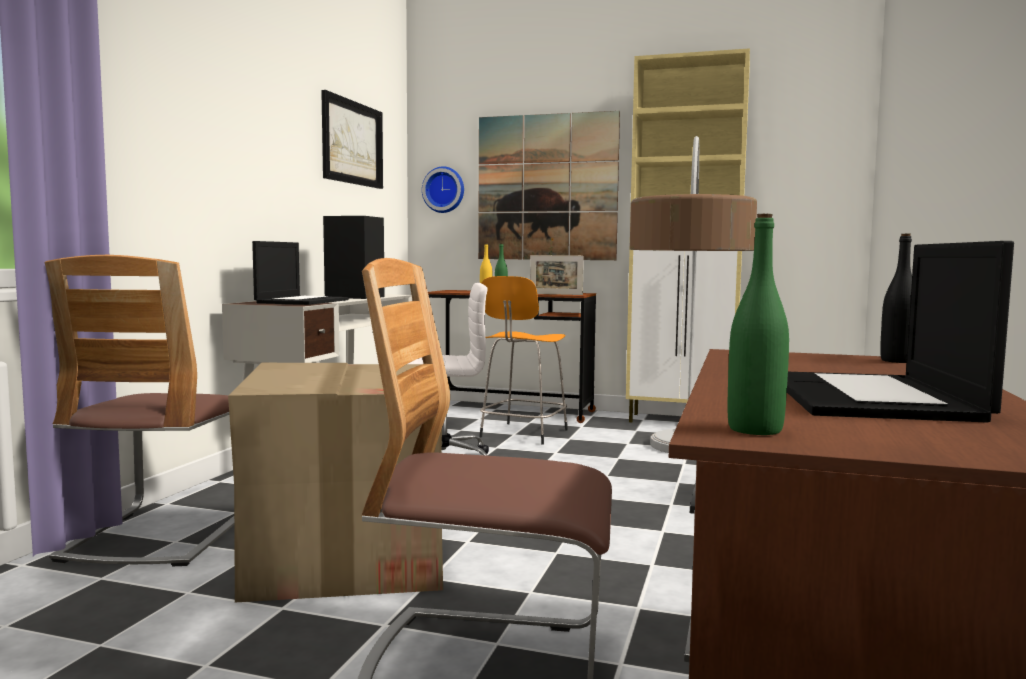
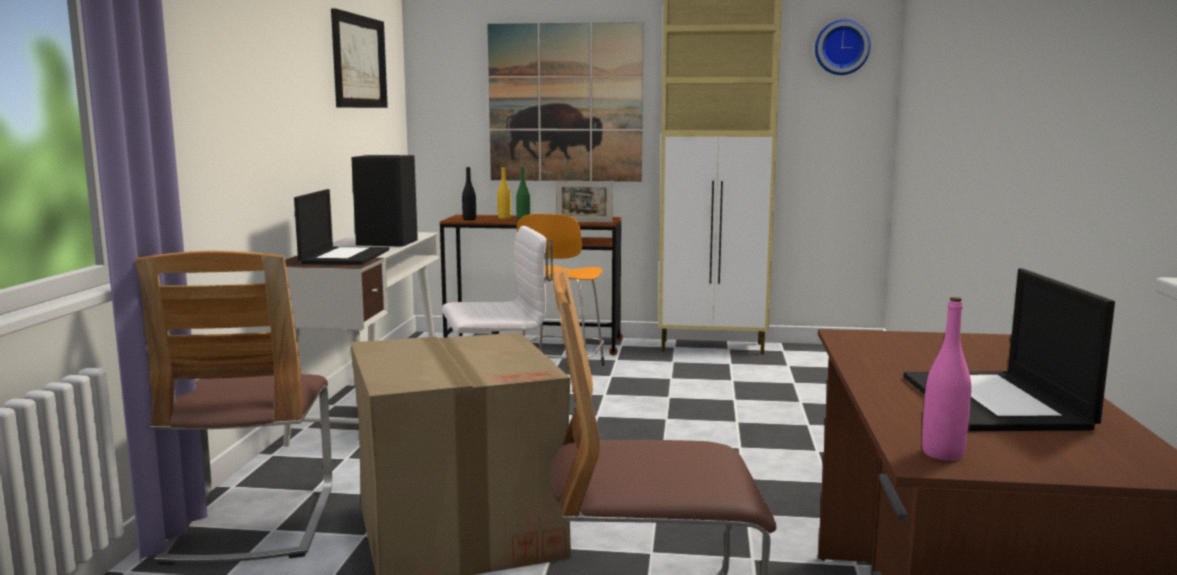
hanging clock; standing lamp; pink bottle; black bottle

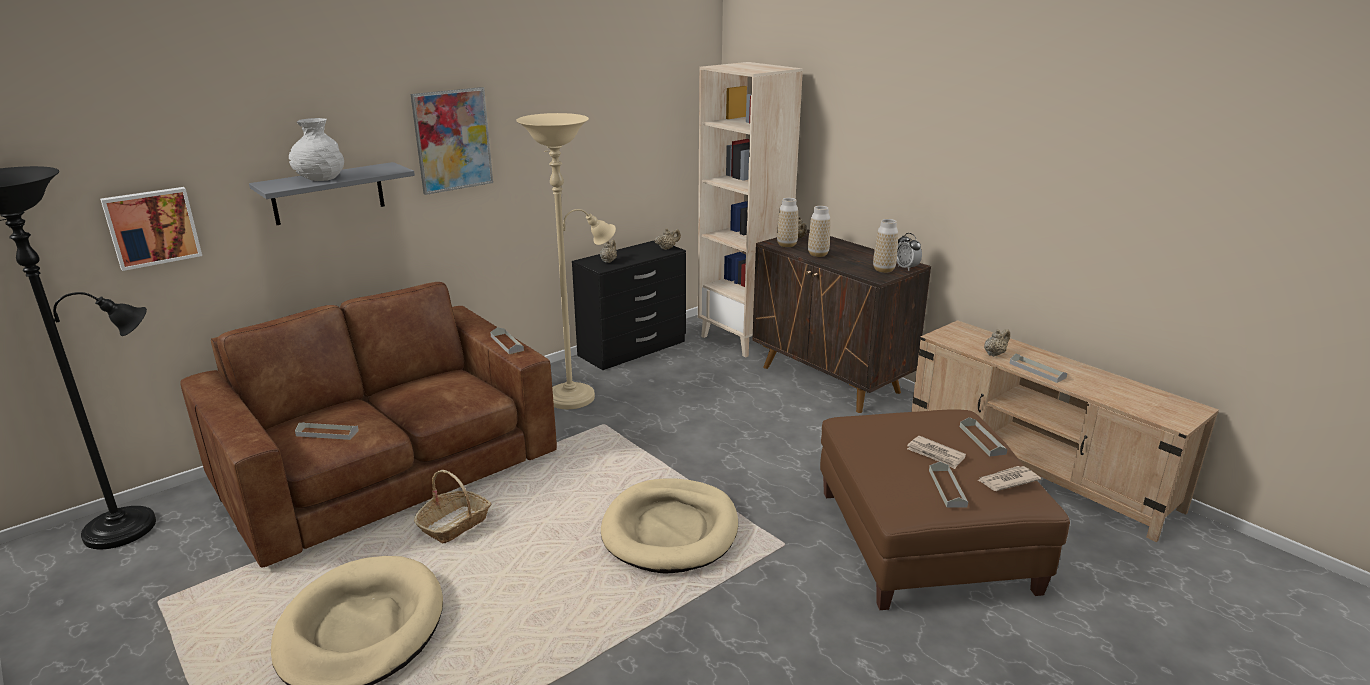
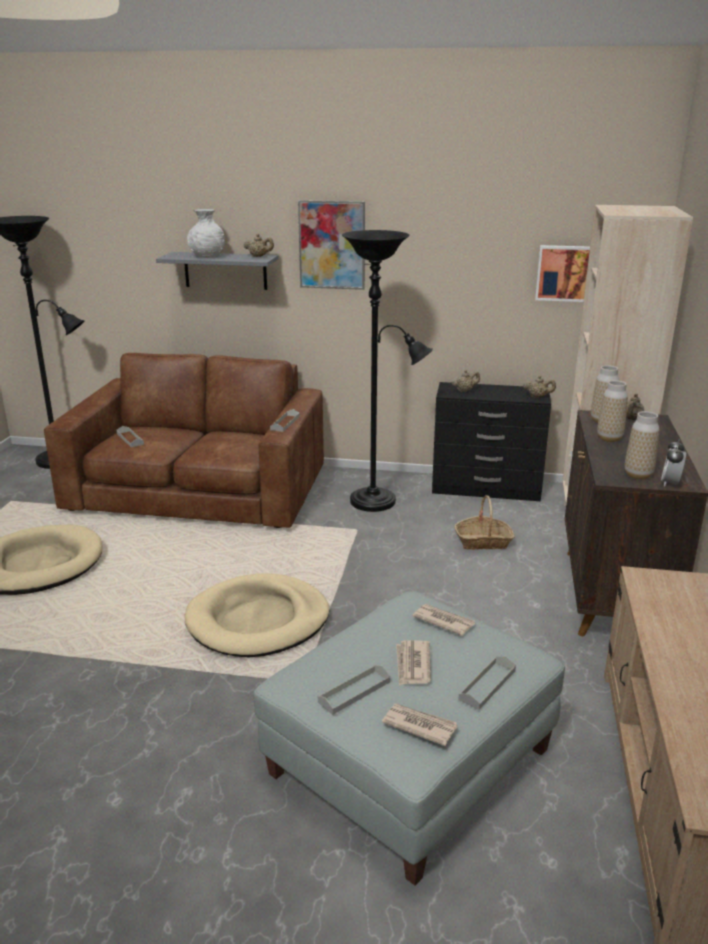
picture (no. 2 from left); household basket; black standing lamp (no. 2 from left); greyish footrest; sand-coloured teapot (no. 1 from left); greyish carrying tray (no. 5 from left in the first image); daily paper (no. 3 from left)

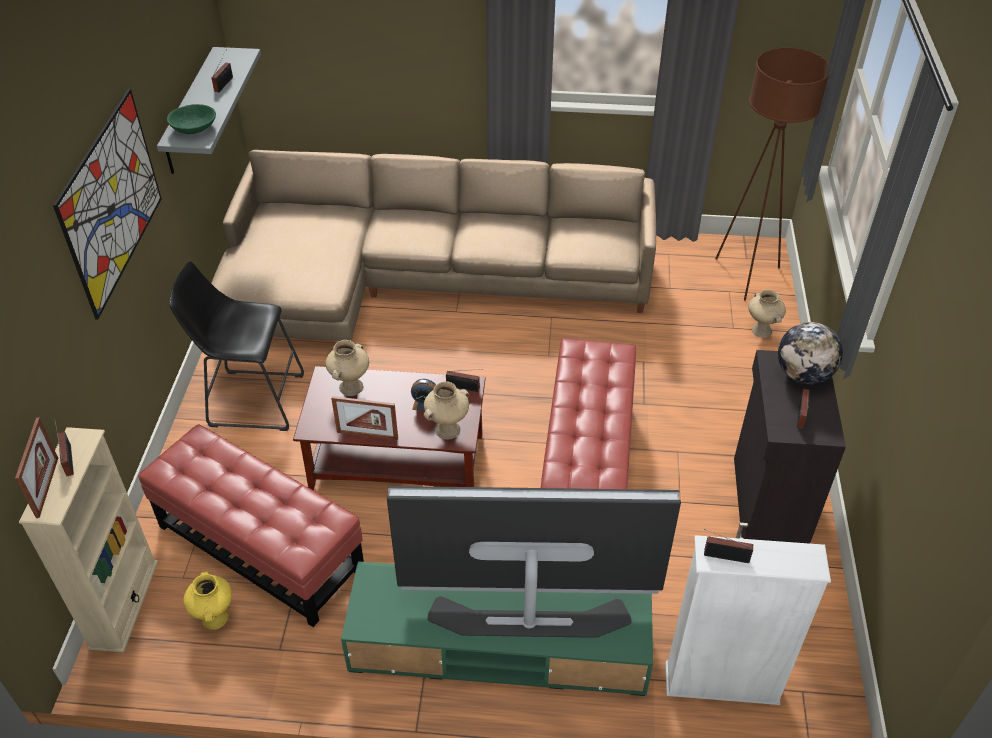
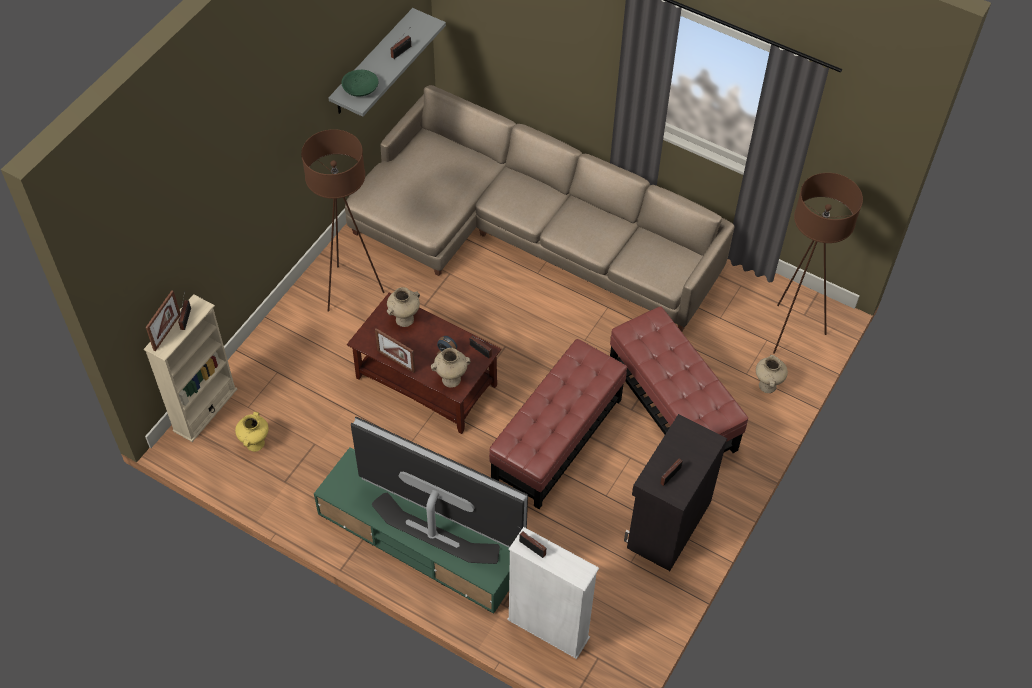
picture; red-coloured footrest (no. 2 from left); brown-coloured standing lamp (no. 1 from left); globe

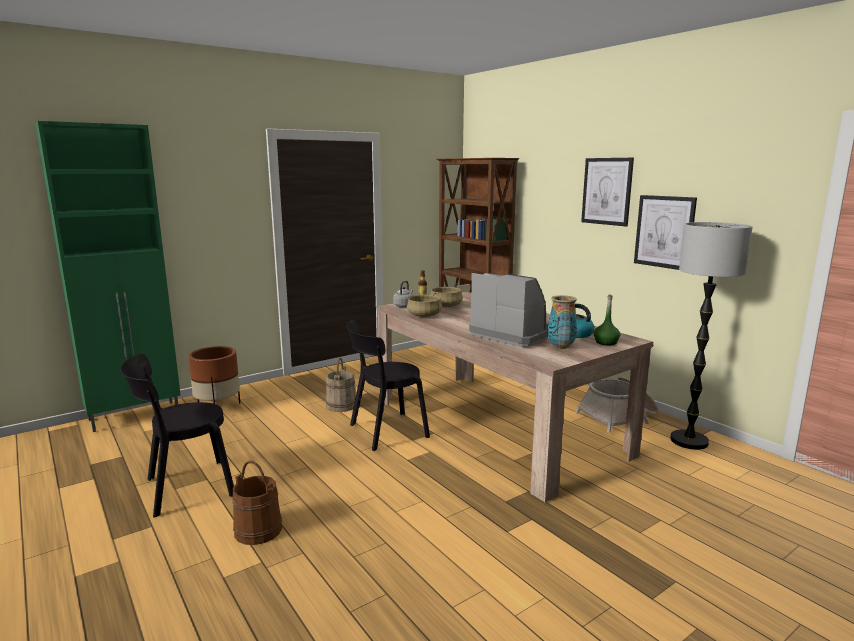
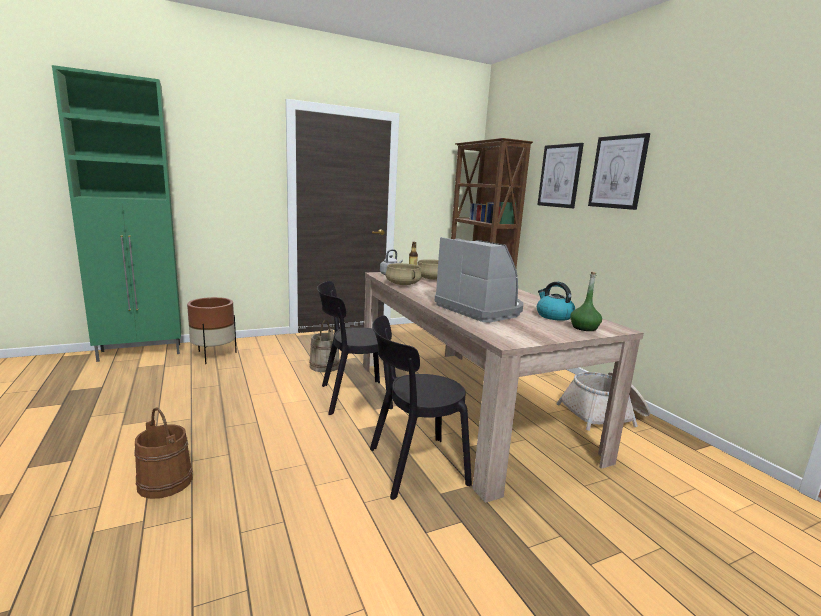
black chair (no. 2 from left); vase; picture (no. 1 from left); standing lamp

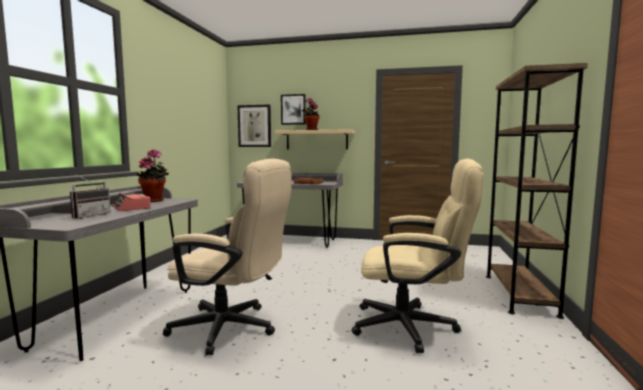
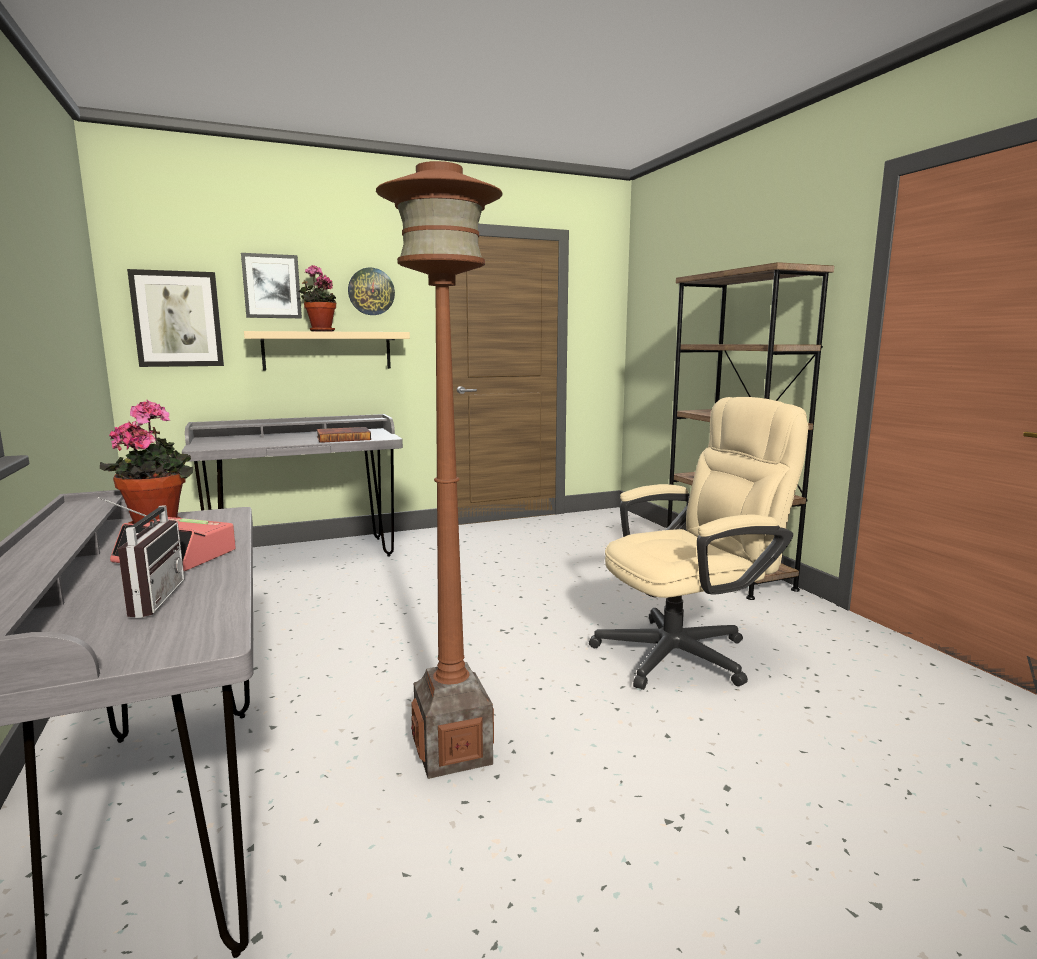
brown-coloured standing lamp; hanging clock

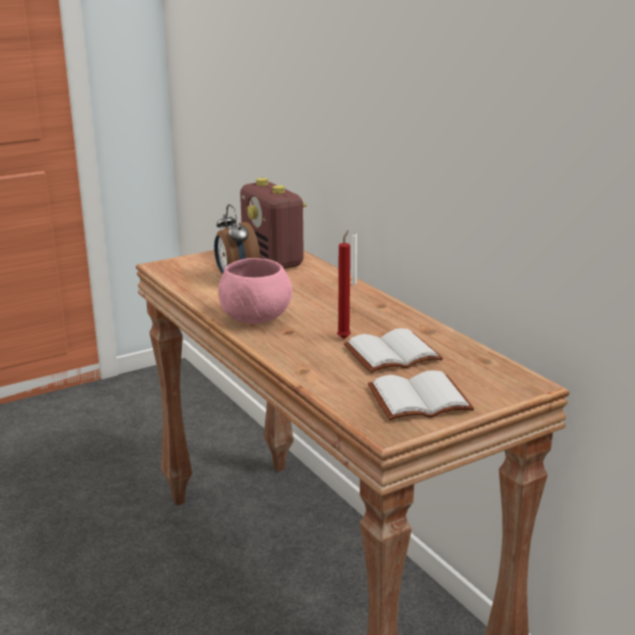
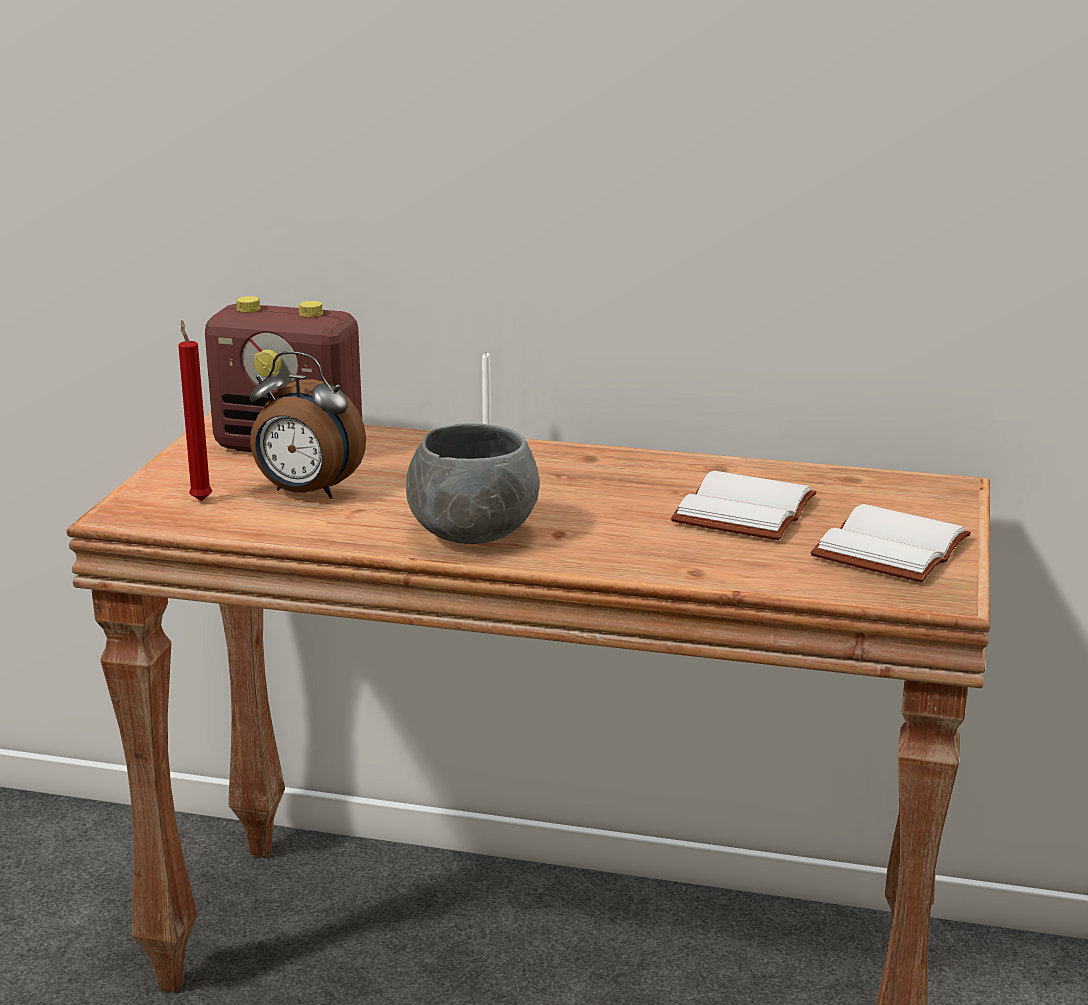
greyish bowl; red-coloured candle

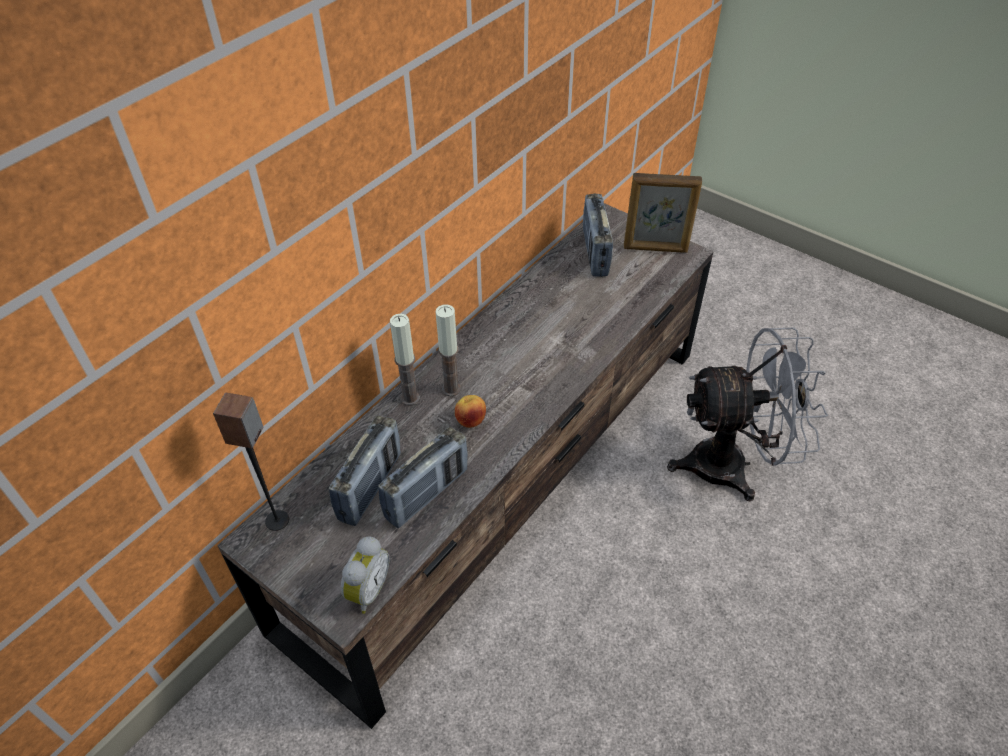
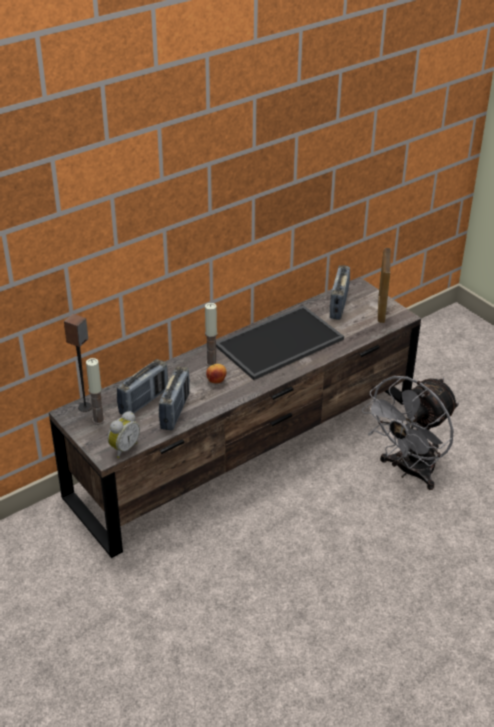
radio receiver (no. 2 from left); candle (no. 1 from left); photo frame; greyish electric fan; carrying tray

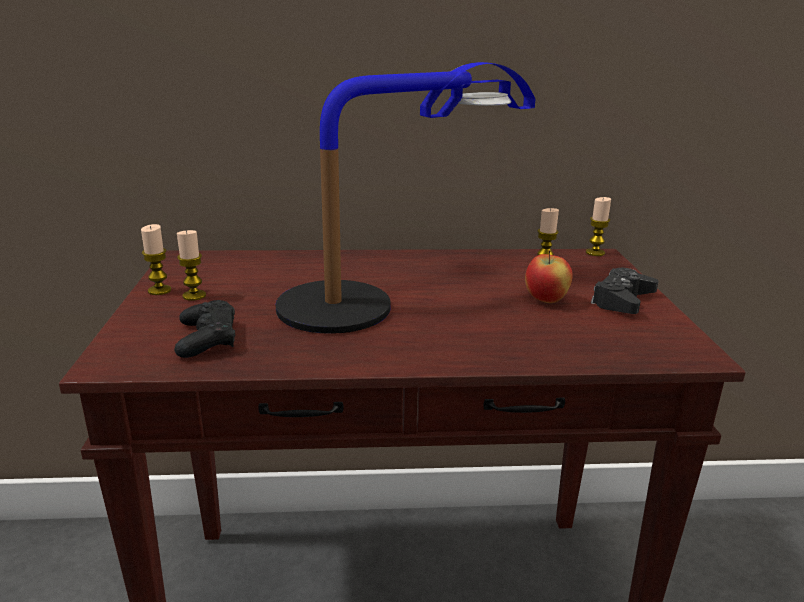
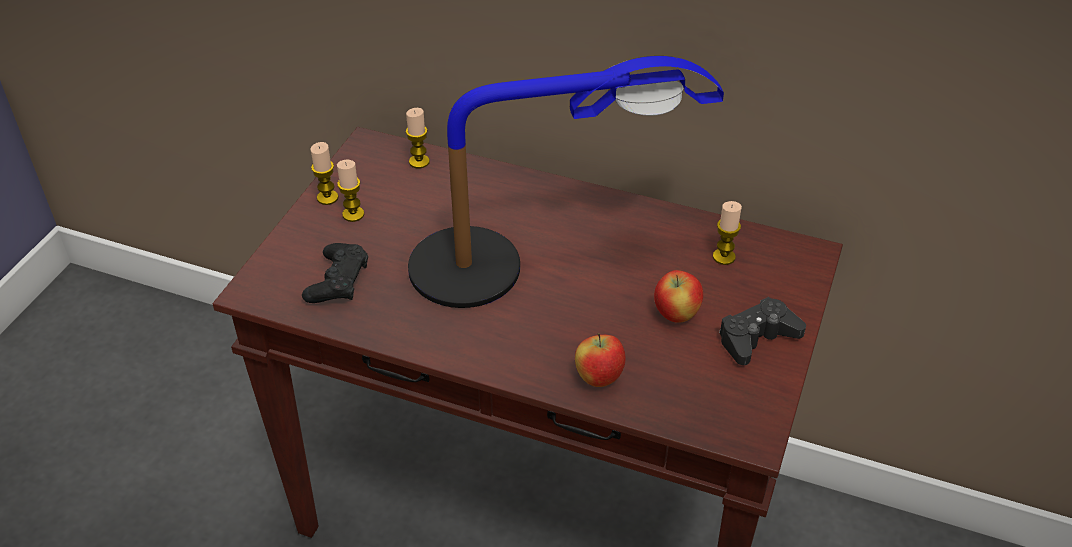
candle (no. 3 from left); whole apple (no. 1 from left)

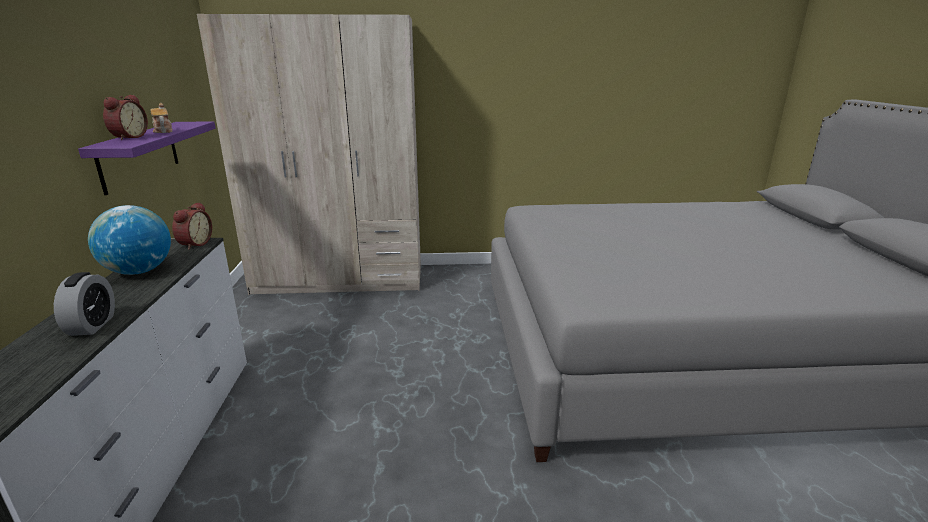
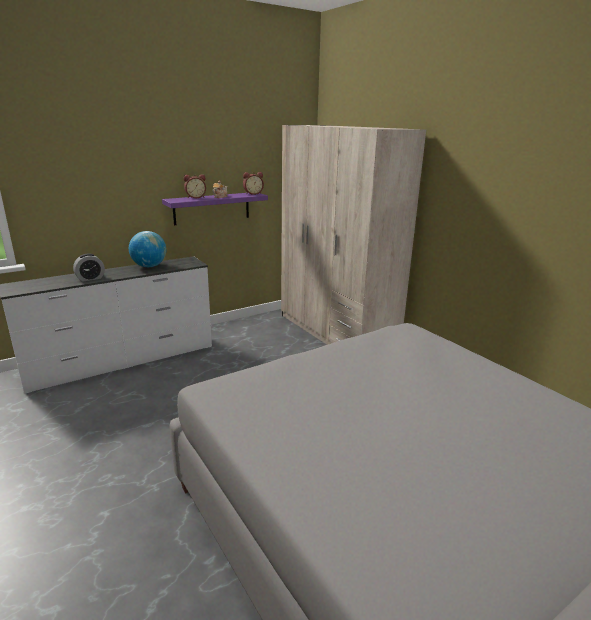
bedside clock (no. 3 from left)

